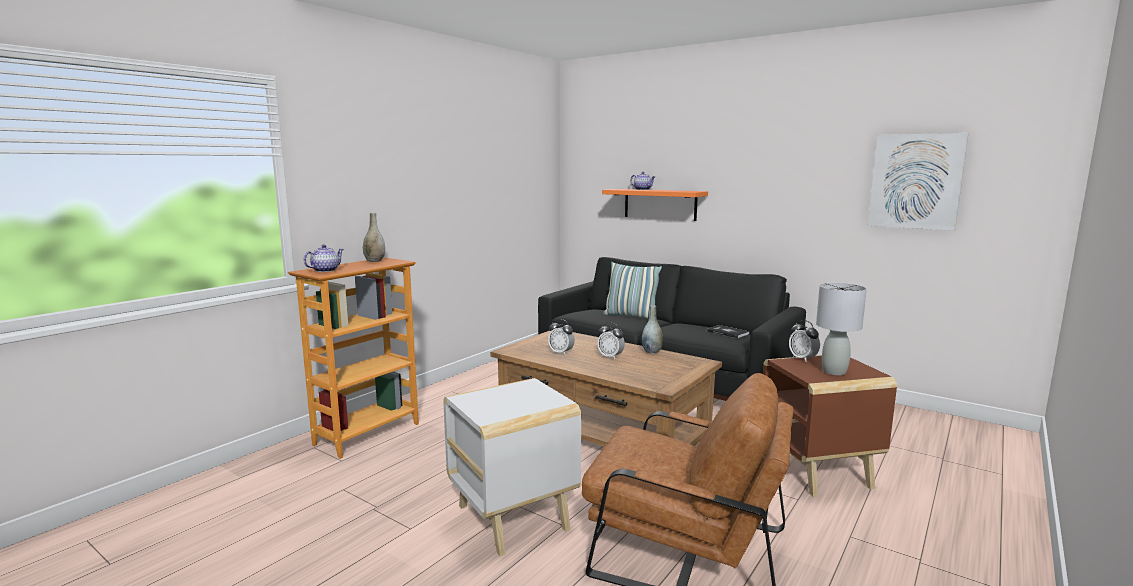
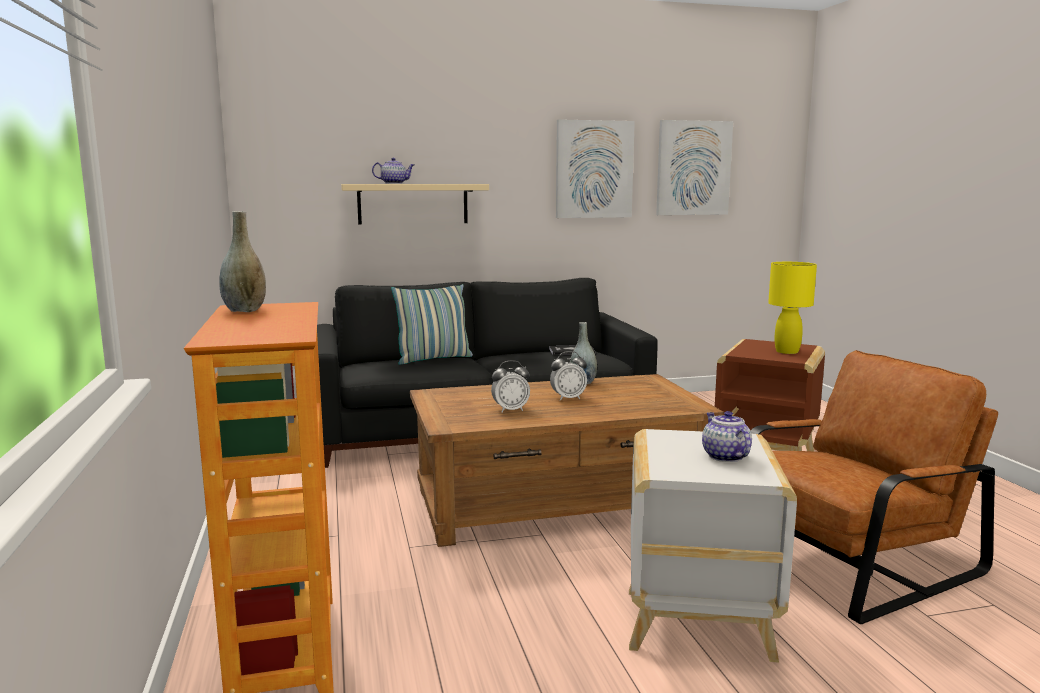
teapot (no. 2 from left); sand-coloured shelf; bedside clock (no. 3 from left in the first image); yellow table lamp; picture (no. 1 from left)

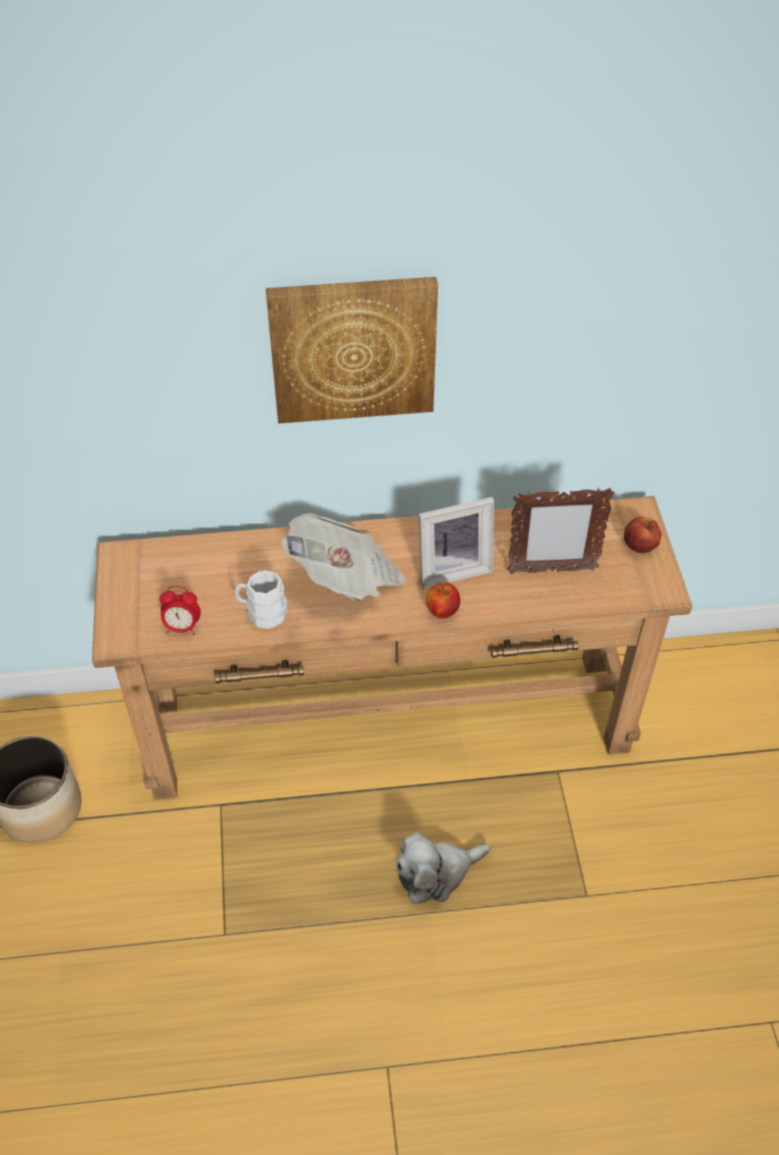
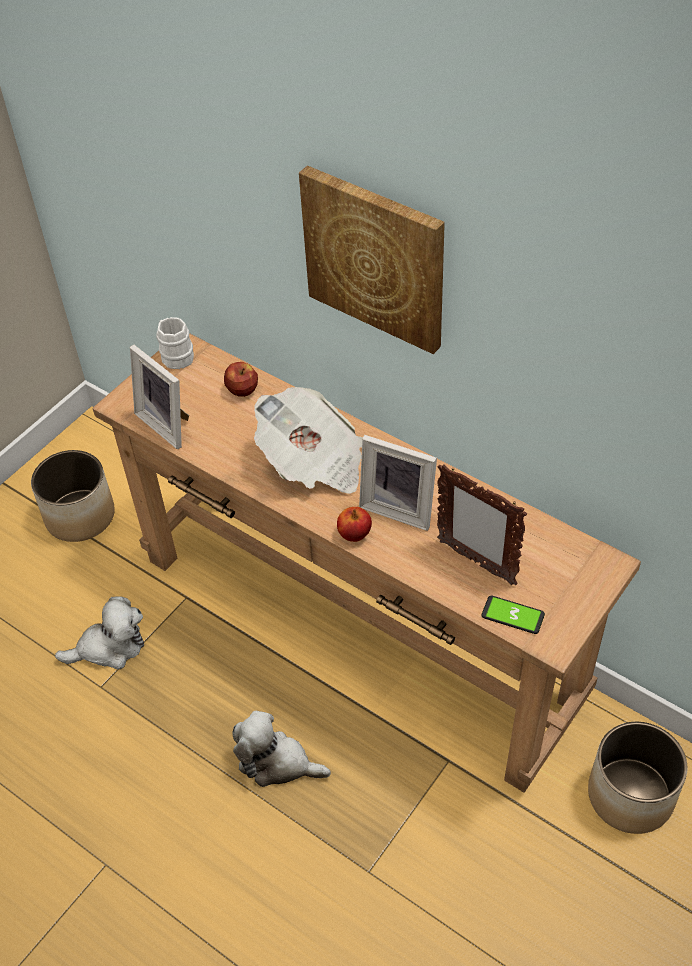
photo frame (no. 1 from left); white mug; whole apple (no. 1 from left); cuddly toy (no. 1 from left); handset; planter (no. 2 from left)

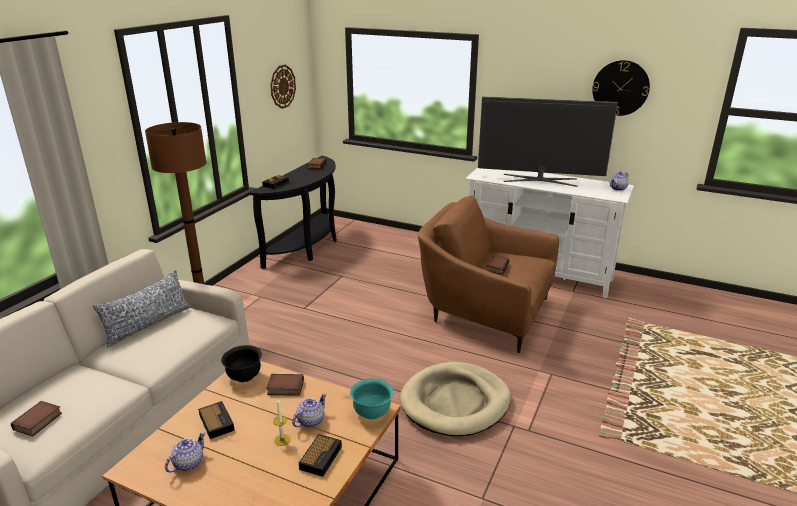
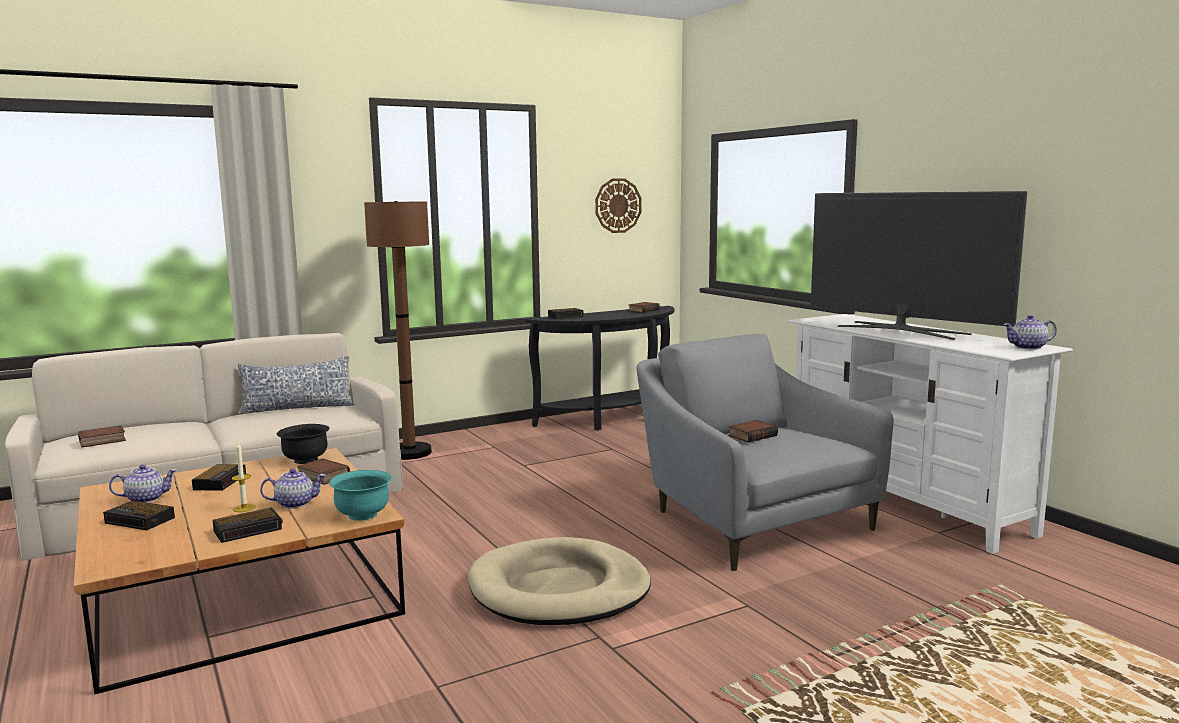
greyish armchair; hanging clock (no. 2 from left in the first image); bedside clock (no. 1 from left)

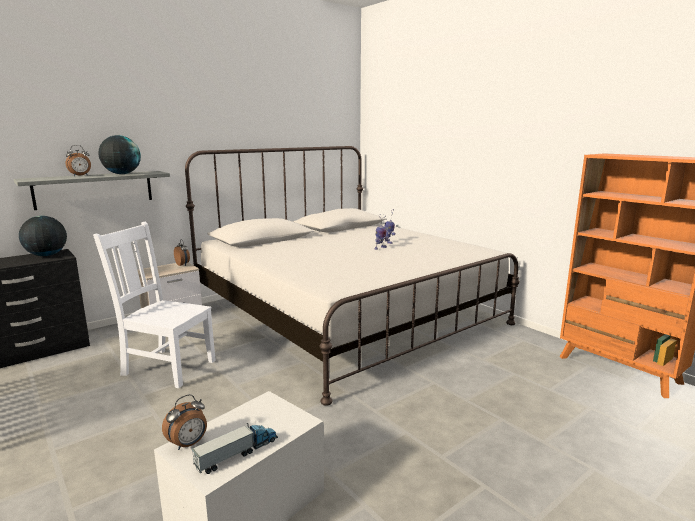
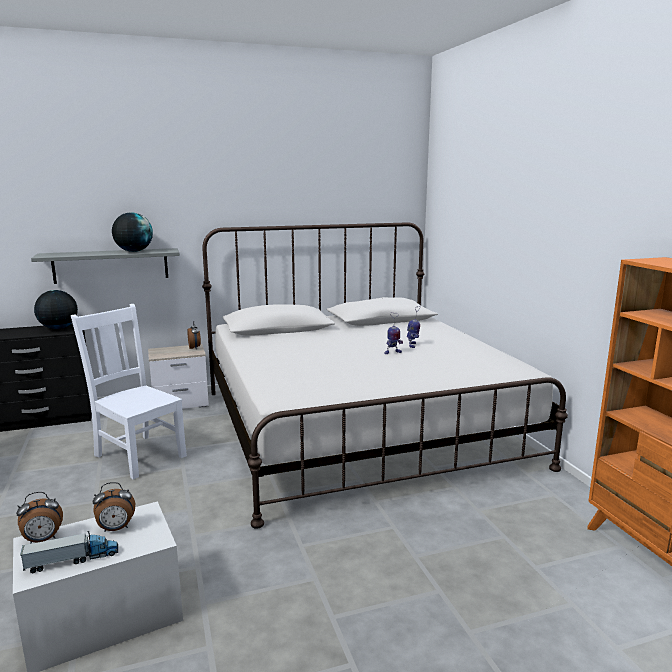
bedside clock (no. 2 from left)

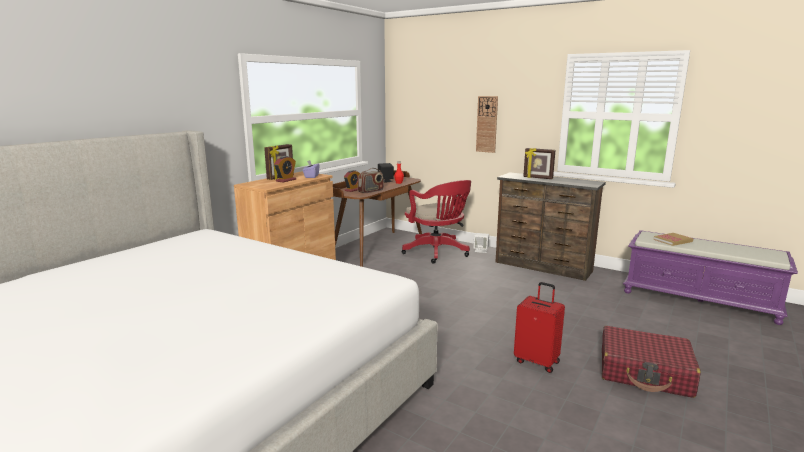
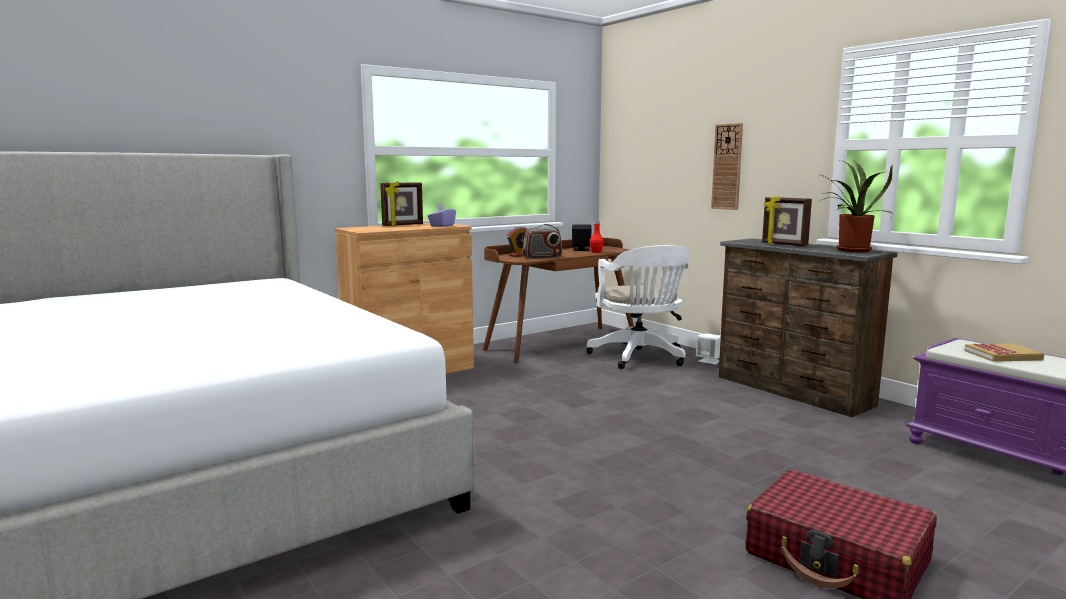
bedside clock (no. 1 from left in the first image); white office chair; red-coloured piece of luggage (no. 1 from left in the first image); potted plant

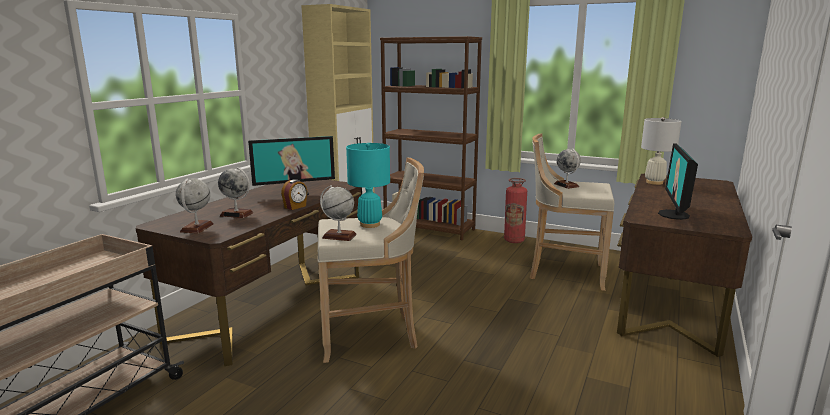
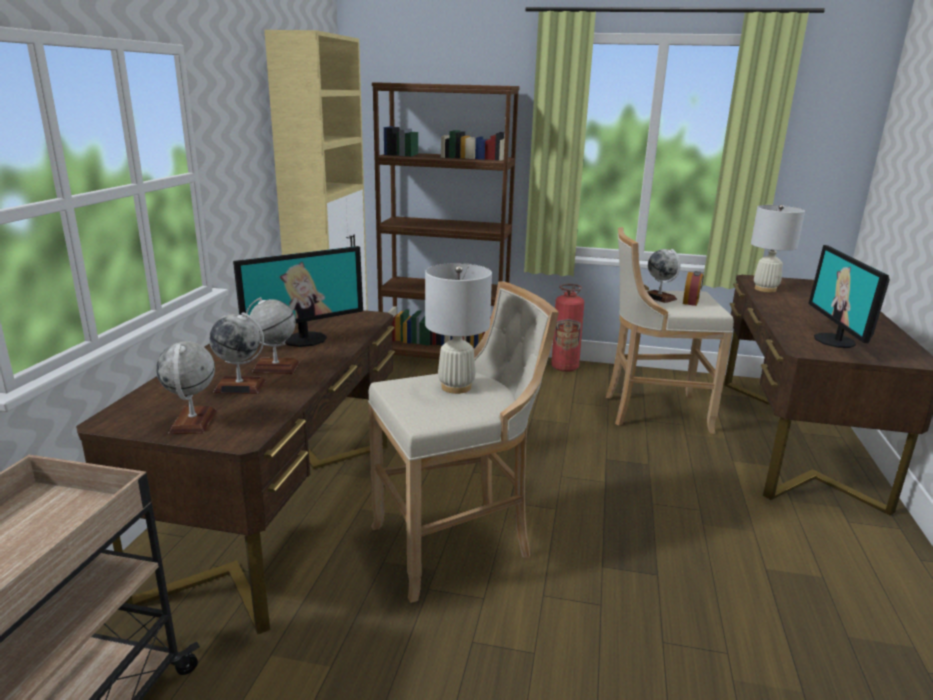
bedside clock; globe (no. 3 from left); white table lamp (no. 1 from left)

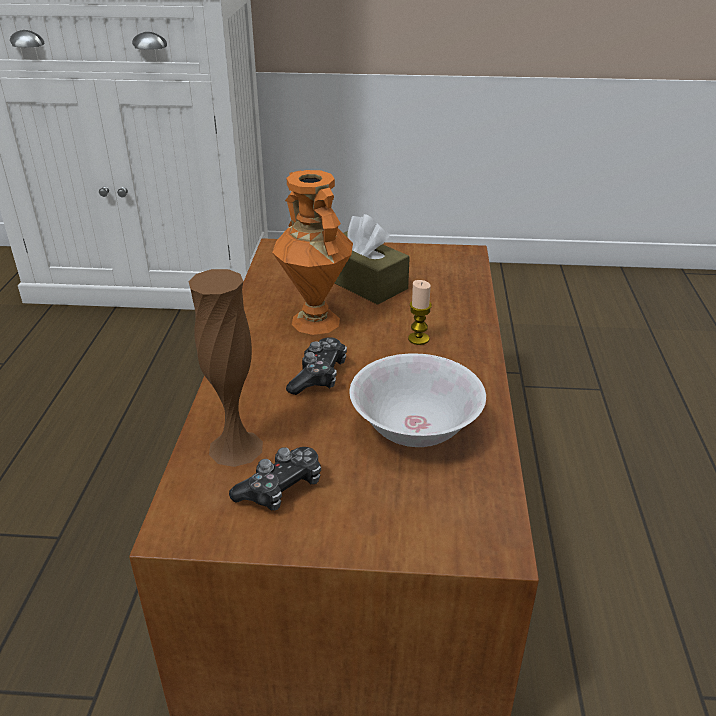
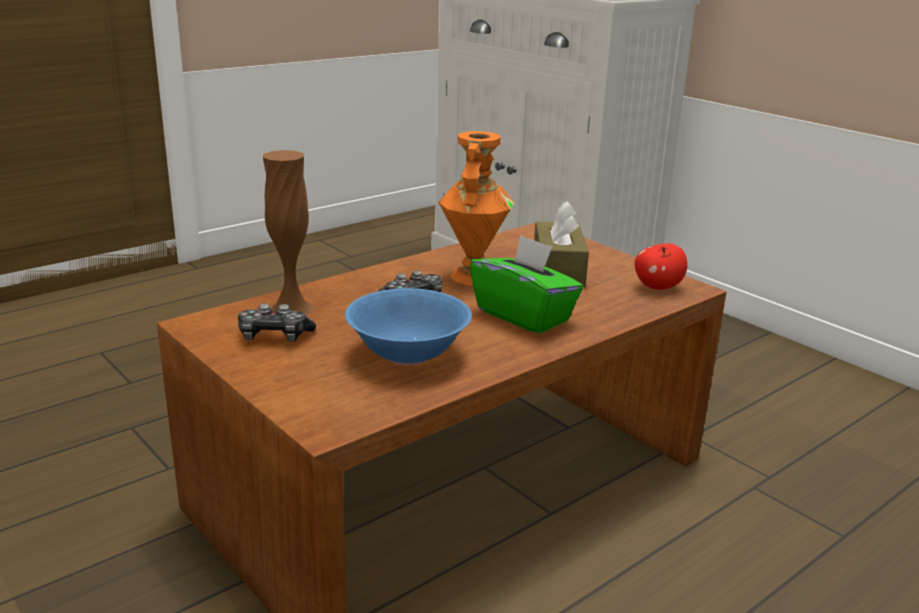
bluish bowl; greenish tissue holder; whole apple

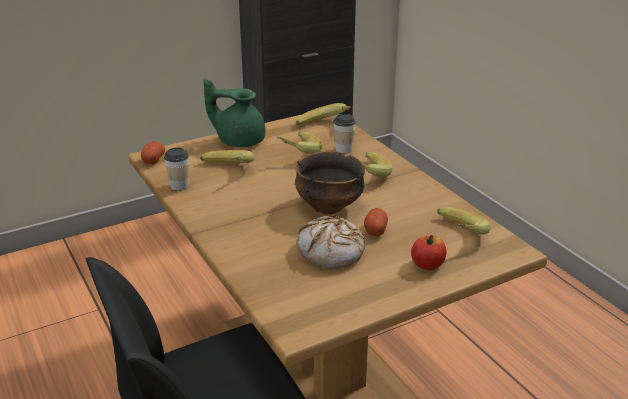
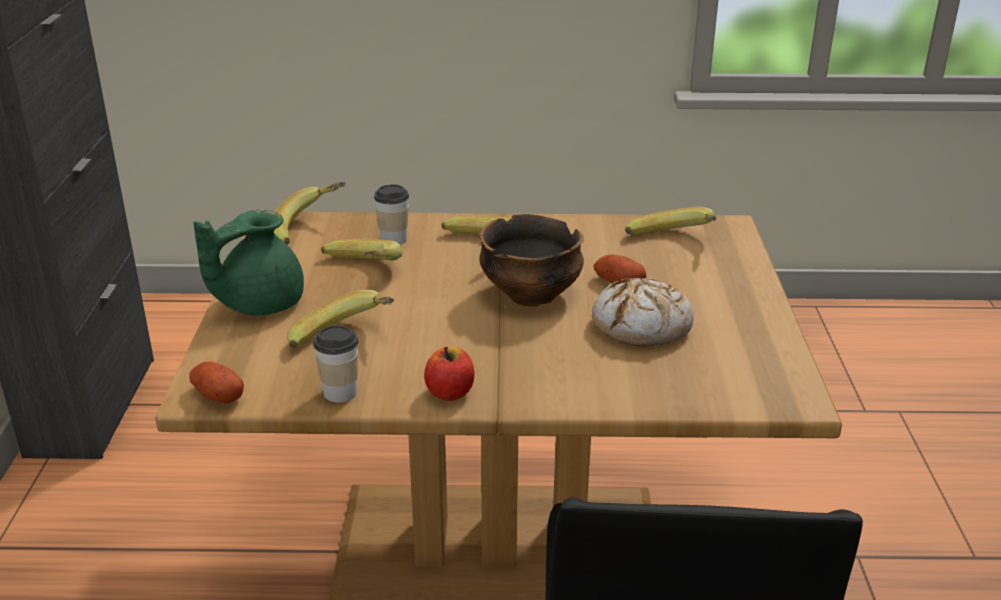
whole apple

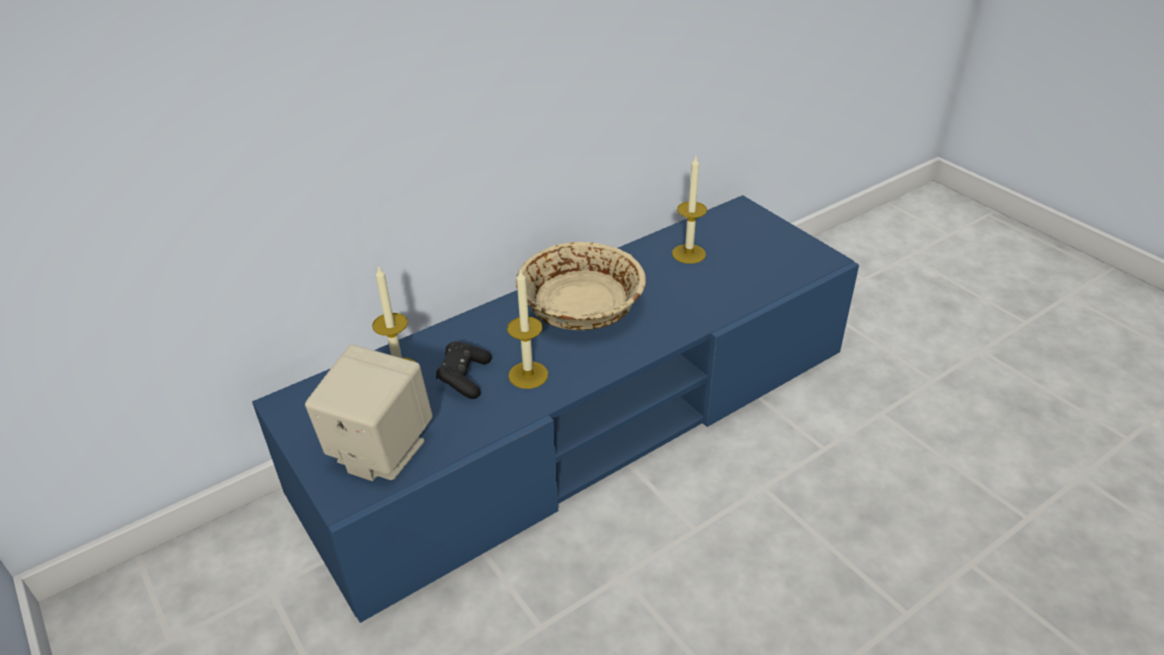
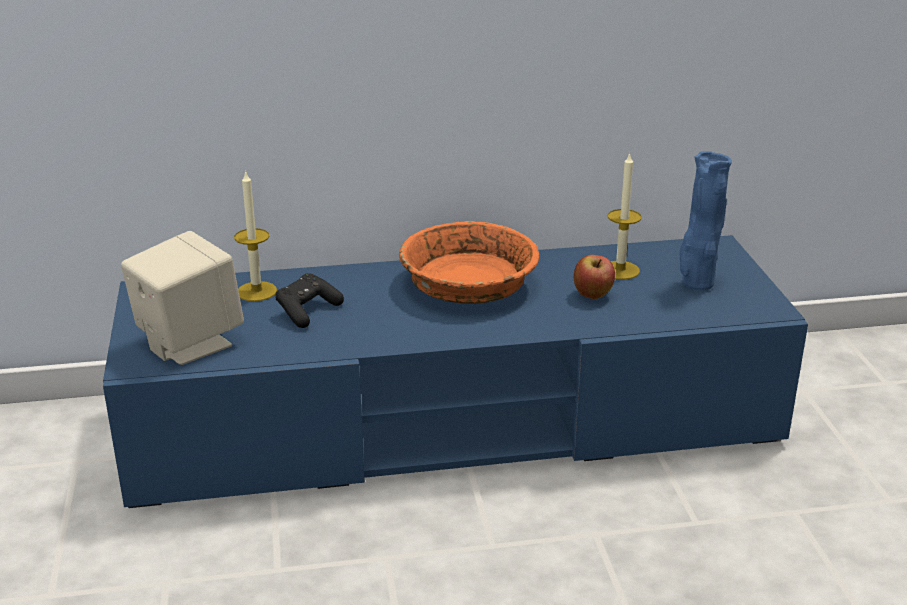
candle (no. 2 from left in the first image); orange-coloured bowl; whole apple; bluish vase

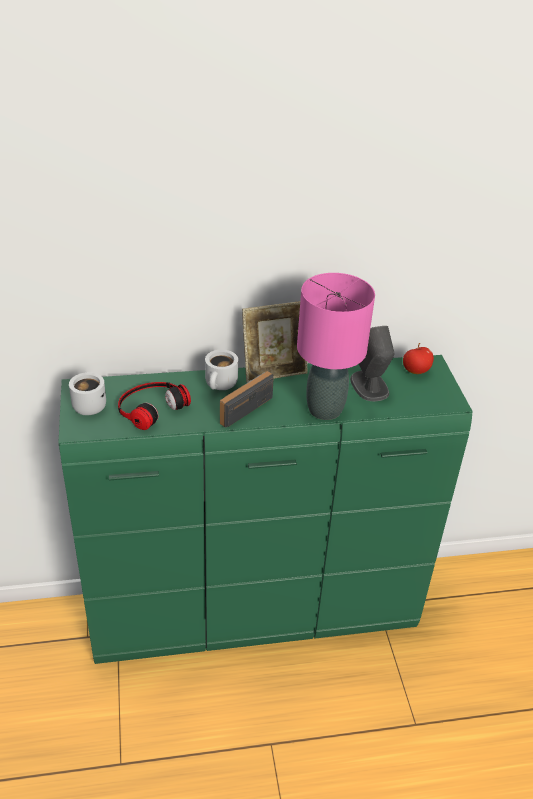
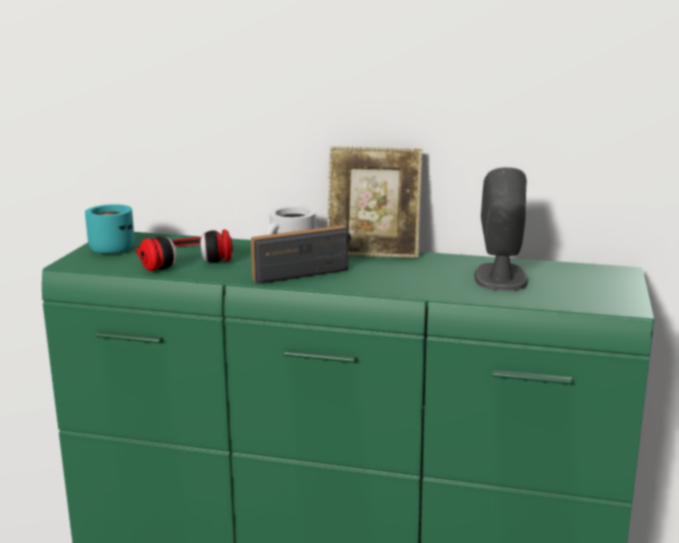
blue-green mug; pink table lamp; whole apple

